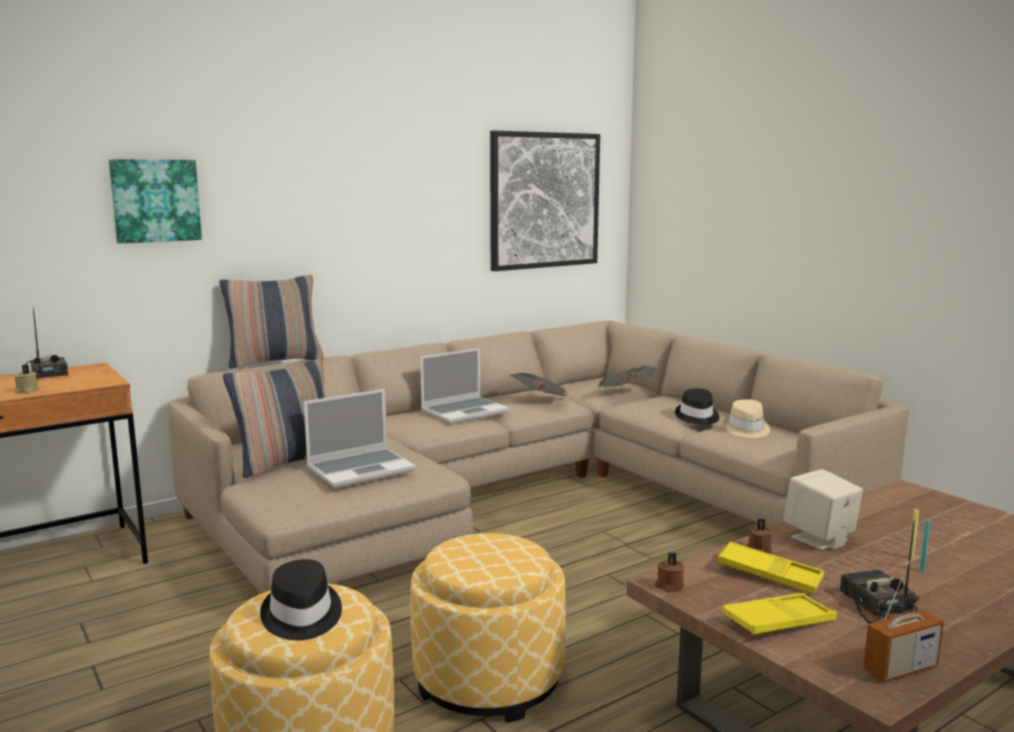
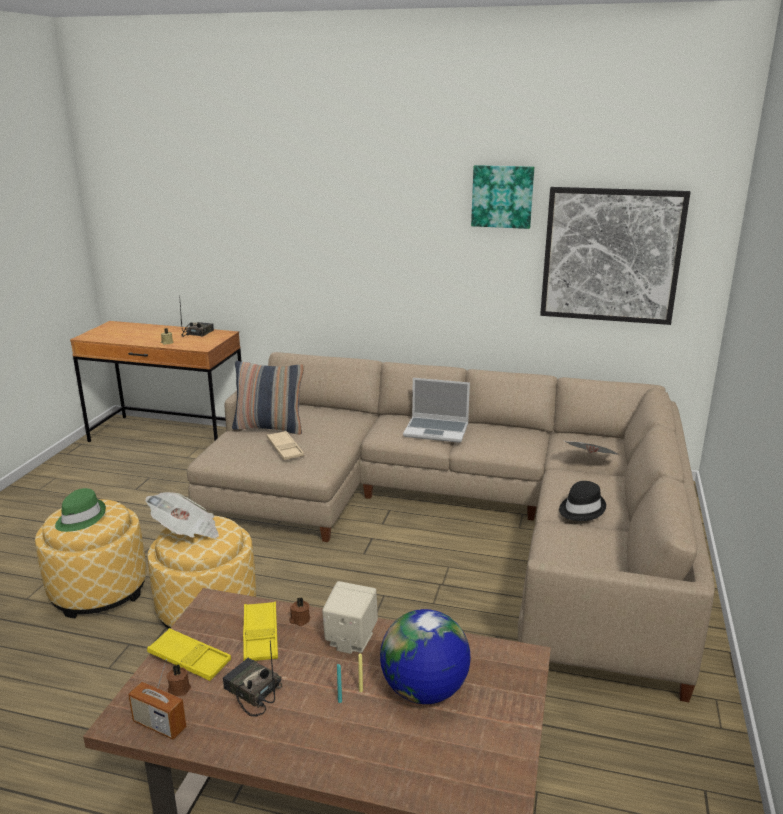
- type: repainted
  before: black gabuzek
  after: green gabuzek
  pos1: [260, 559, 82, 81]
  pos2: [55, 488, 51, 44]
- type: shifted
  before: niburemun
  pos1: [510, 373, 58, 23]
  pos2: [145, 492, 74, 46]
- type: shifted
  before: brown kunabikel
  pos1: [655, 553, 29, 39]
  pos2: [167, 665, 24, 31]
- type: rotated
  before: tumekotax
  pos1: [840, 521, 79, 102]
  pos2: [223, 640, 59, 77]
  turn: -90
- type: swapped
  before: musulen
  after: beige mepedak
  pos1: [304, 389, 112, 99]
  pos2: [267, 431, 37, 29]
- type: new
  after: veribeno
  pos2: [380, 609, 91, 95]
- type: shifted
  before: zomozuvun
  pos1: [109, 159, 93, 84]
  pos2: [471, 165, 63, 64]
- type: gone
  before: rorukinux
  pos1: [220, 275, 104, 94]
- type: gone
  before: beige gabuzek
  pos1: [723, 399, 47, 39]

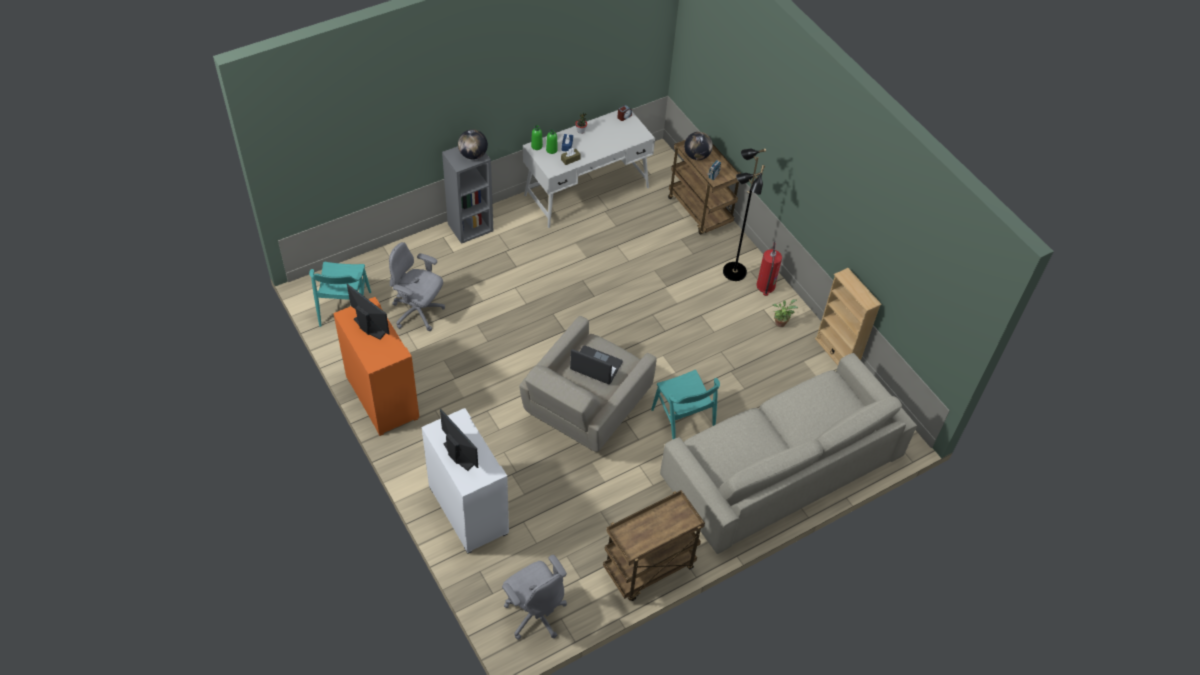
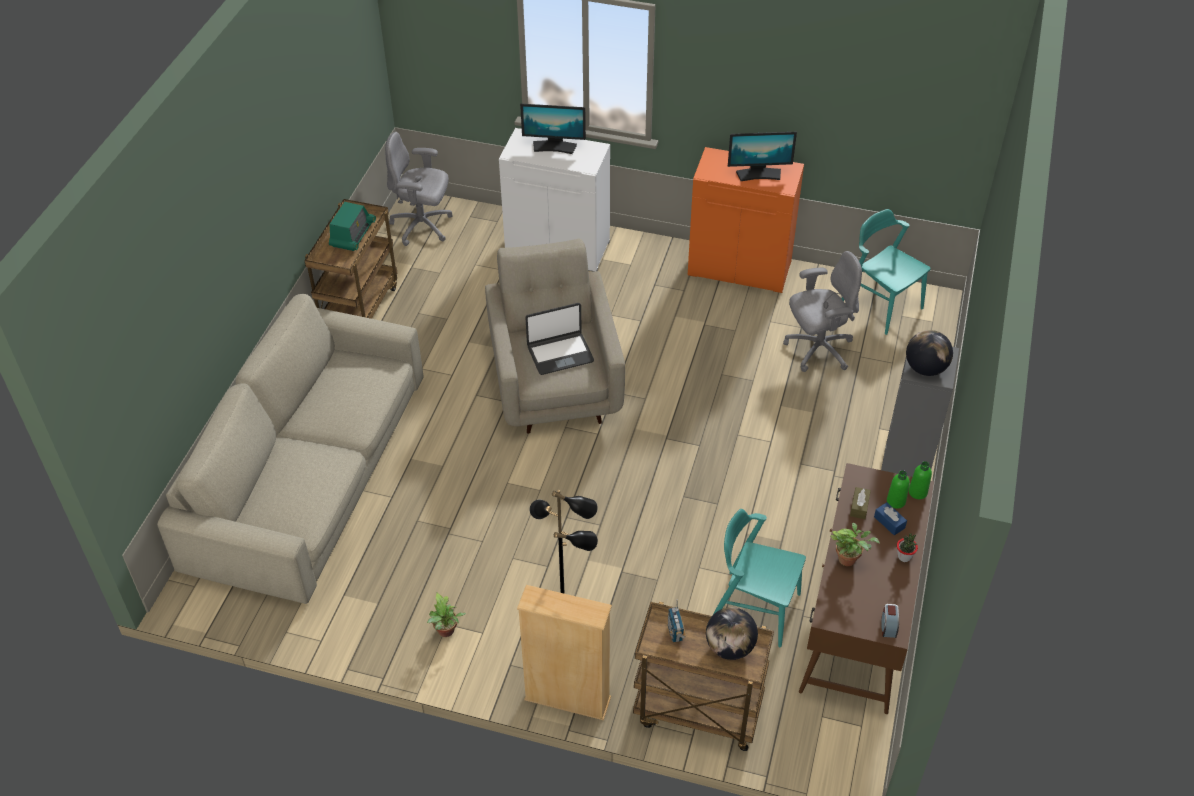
- type: new
  after: tumekotax
  pos2: [329, 202, 47, 49]
- type: shifted
  before: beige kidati
  pos1: [815, 268, 66, 97]
  pos2: [517, 585, 95, 135]
- type: shifted
  before: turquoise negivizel
  pos1: [651, 370, 69, 70]
  pos2: [712, 509, 94, 138]
- type: repainted
  before: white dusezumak
  after: brown dusezumak
  pos1: [523, 110, 132, 118]
  pos2: [799, 463, 135, 251]
- type: new
  after: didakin
  pos2: [830, 523, 50, 43]
- type: gone
  before: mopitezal
  pos1: [756, 241, 26, 55]

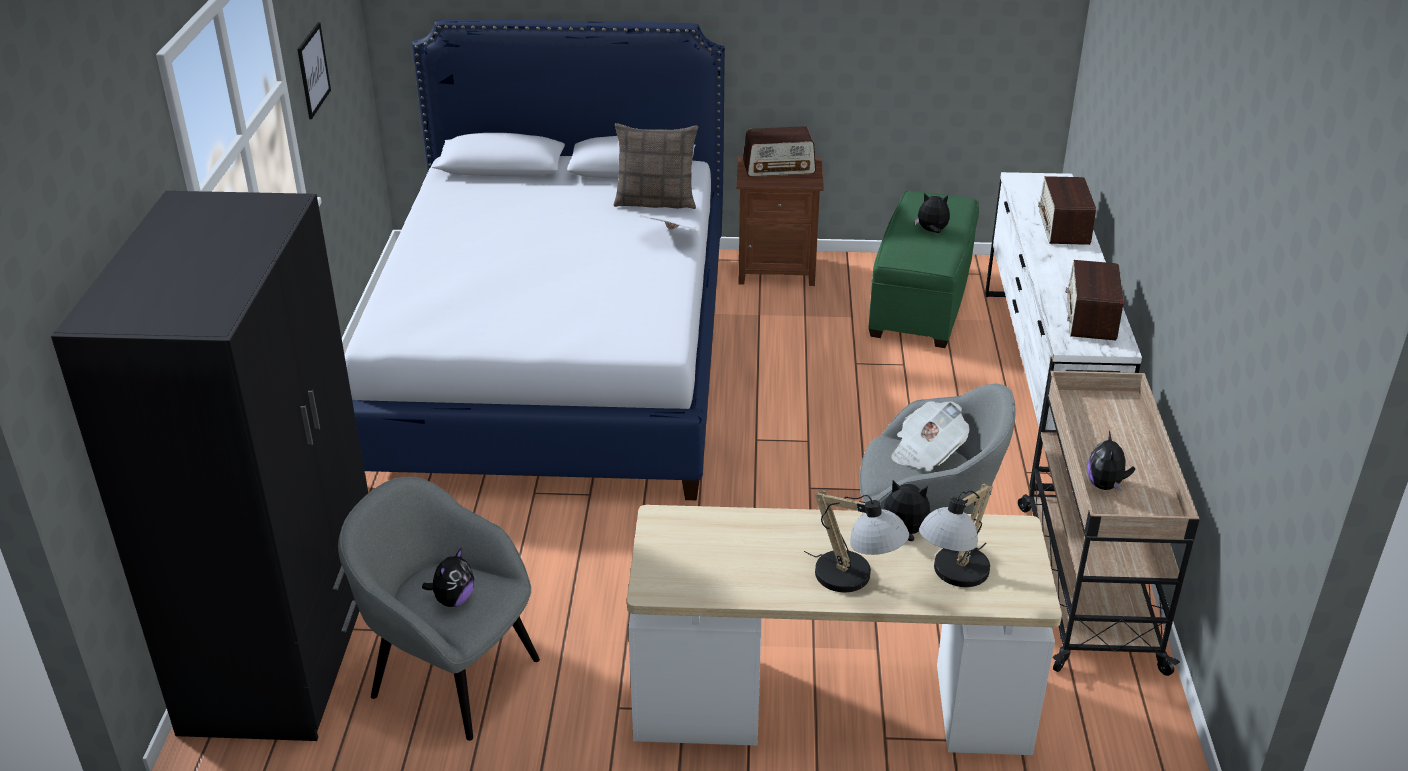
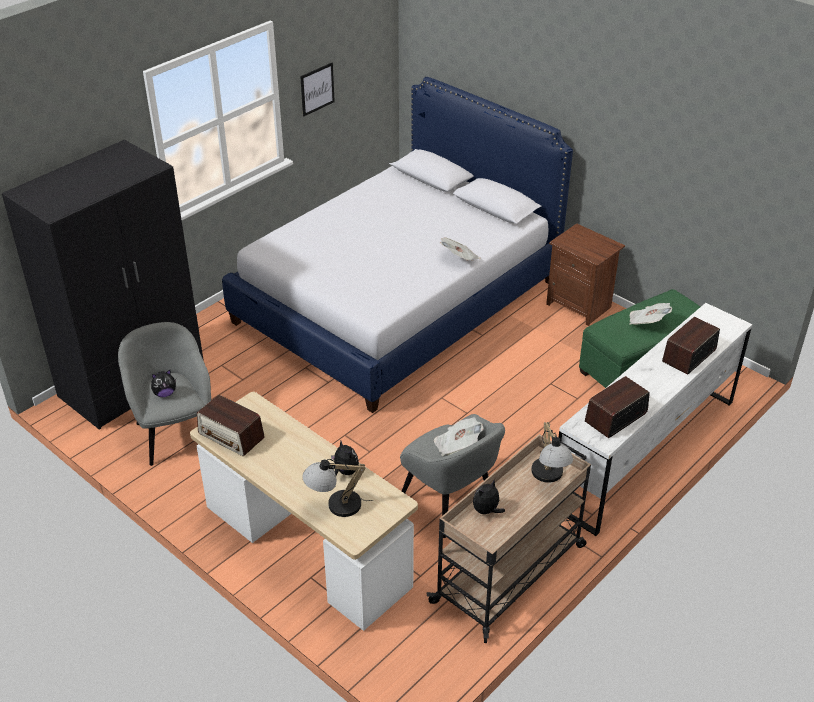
- type: shifted
  before: tumekotax
  pos1: [743, 126, 73, 51]
  pos2: [197, 395, 68, 61]
- type: shifted
  before: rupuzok
  pos1: [804, 490, 105, 102]
  pos2: [531, 422, 42, 61]
- type: swapped
  before: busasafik
  after: niburemun
  pos1: [914, 193, 36, 40]
  pos2: [629, 303, 43, 22]
- type: gone
  before: rorukinux
  pos1: [613, 123, 85, 86]

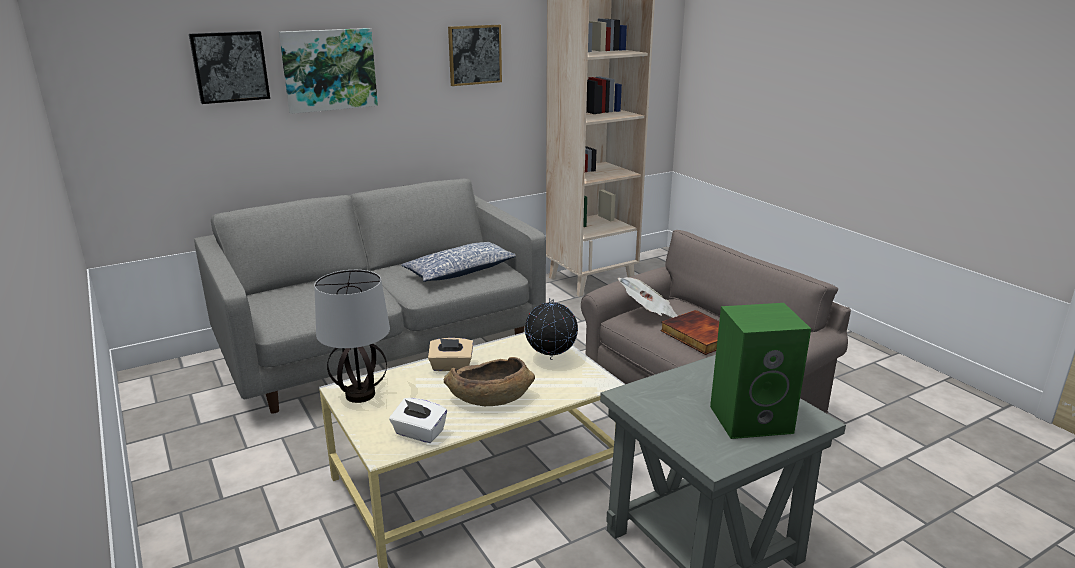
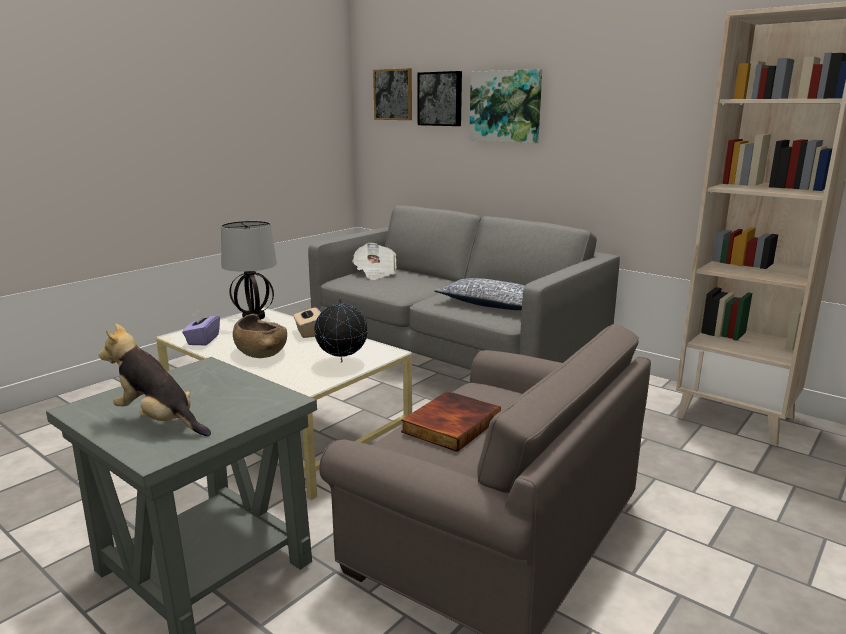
- type: swapped
  before: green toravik
  after: busasafik
  pos1: [710, 303, 101, 136]
  pos2: [99, 324, 112, 112]
- type: repainted
  before: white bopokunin
  after: purple bopokunin
  pos1: [389, 398, 58, 45]
  pos2: [182, 309, 38, 36]
- type: shifted
  before: niburemun
  pos1: [618, 277, 60, 41]
  pos2: [352, 243, 44, 37]
- type: shifted
  before: zomozuvun
  pos1: [448, 25, 54, 61]
  pos2: [373, 68, 39, 52]

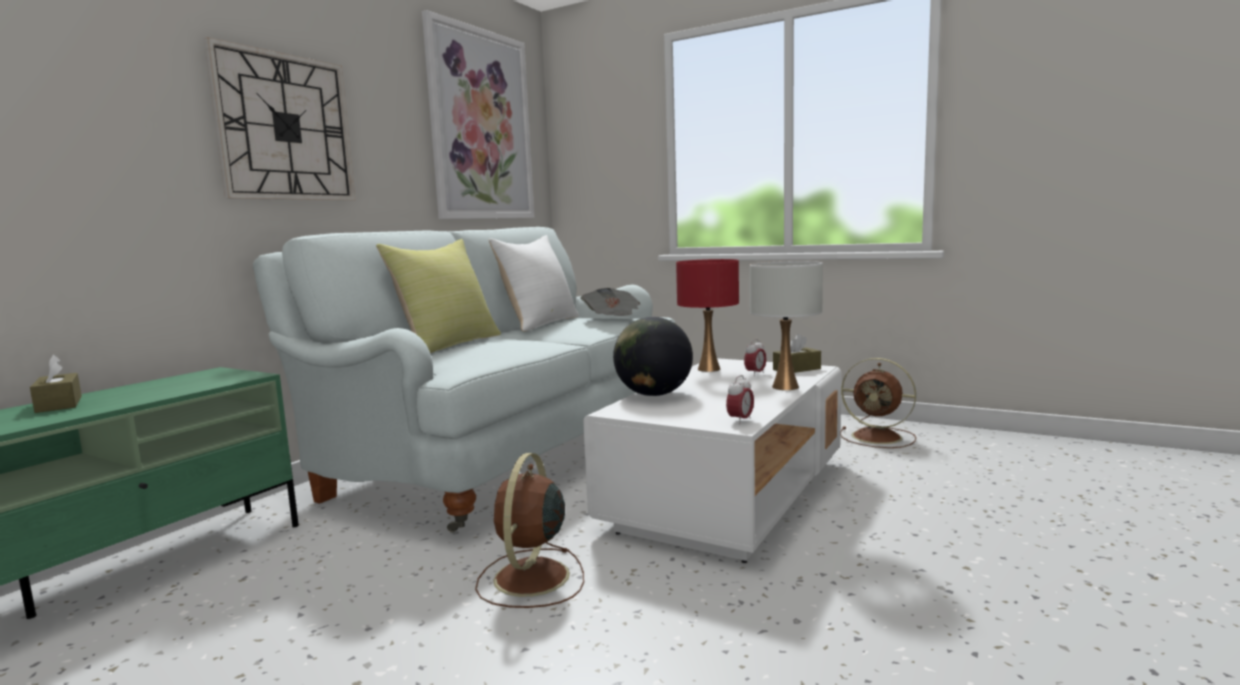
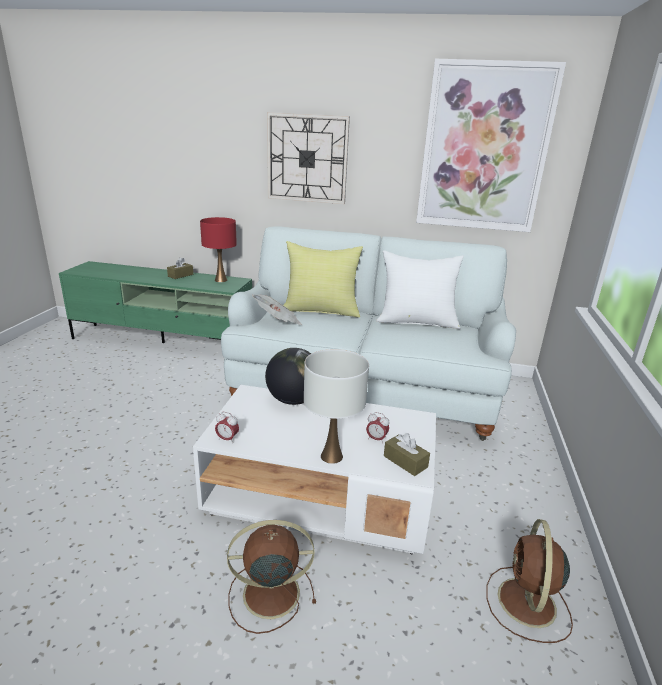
- type: shifted
  before: red rupuzok
  pos1: [676, 259, 63, 113]
  pos2: [200, 217, 37, 65]
- type: shifted
  before: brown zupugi
  pos1: [475, 453, 109, 155]
  pos2: [227, 520, 89, 114]
- type: shifted
  before: niburemun
  pos1: [581, 288, 59, 28]
  pos2: [252, 294, 50, 31]

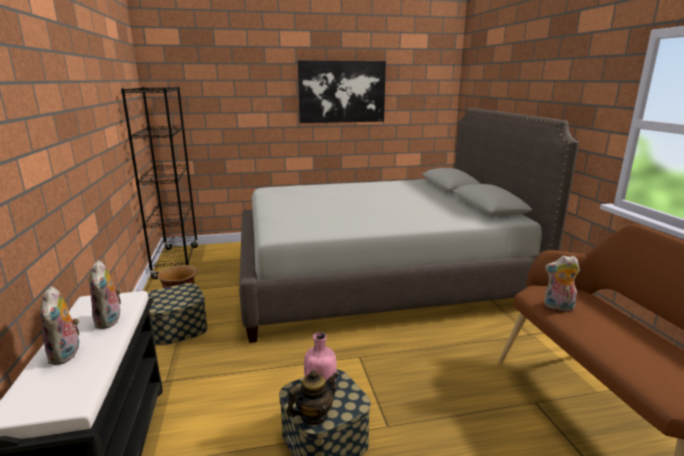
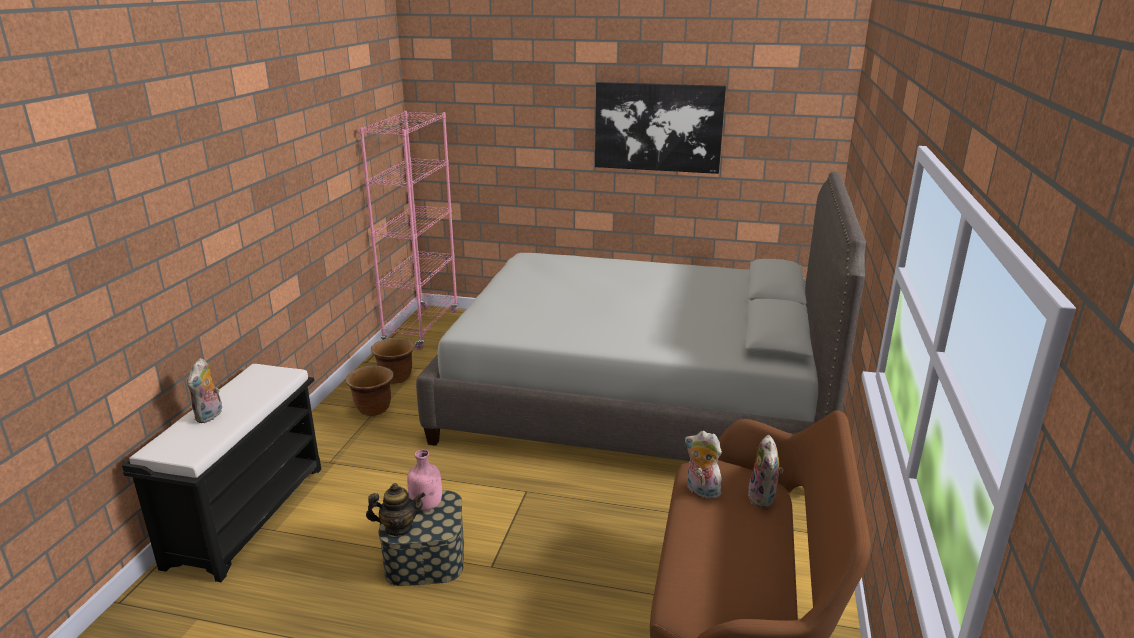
- type: swapped
  before: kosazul
  after: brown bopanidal
  pos1: [148, 283, 60, 62]
  pos2: [346, 366, 48, 50]
- type: repainted
  before: black kidati
  after: pink kidati
  pos1: [121, 87, 77, 192]
  pos2: [359, 111, 100, 239]
- type: shifted
  before: busasafik
  pos1: [89, 260, 33, 69]
  pos2: [747, 435, 37, 72]

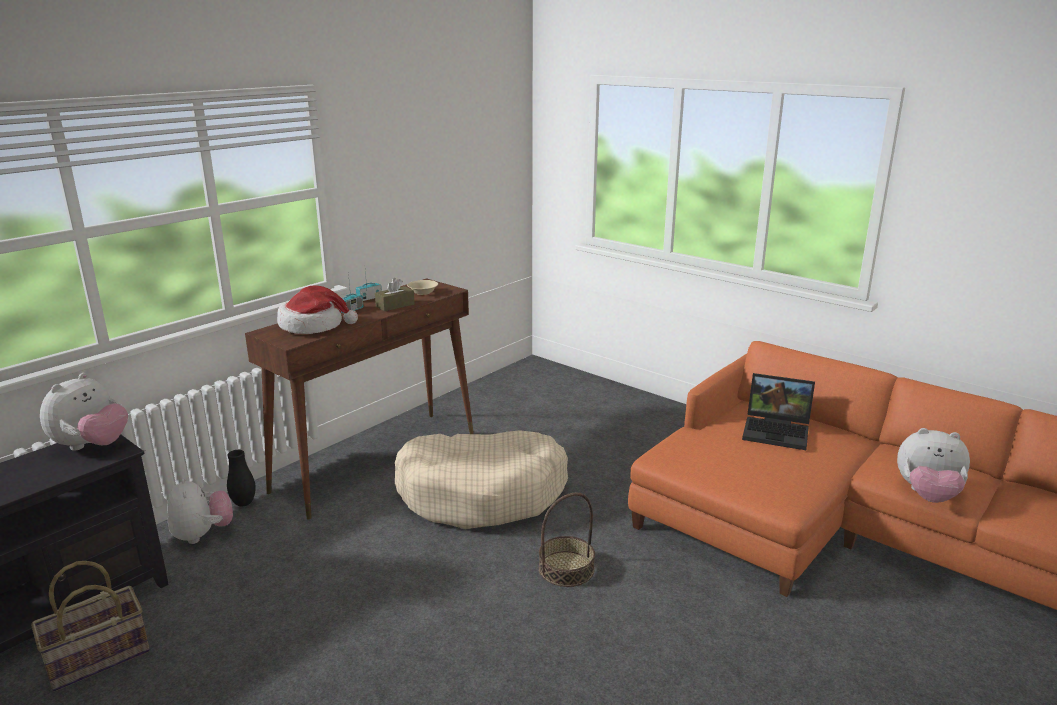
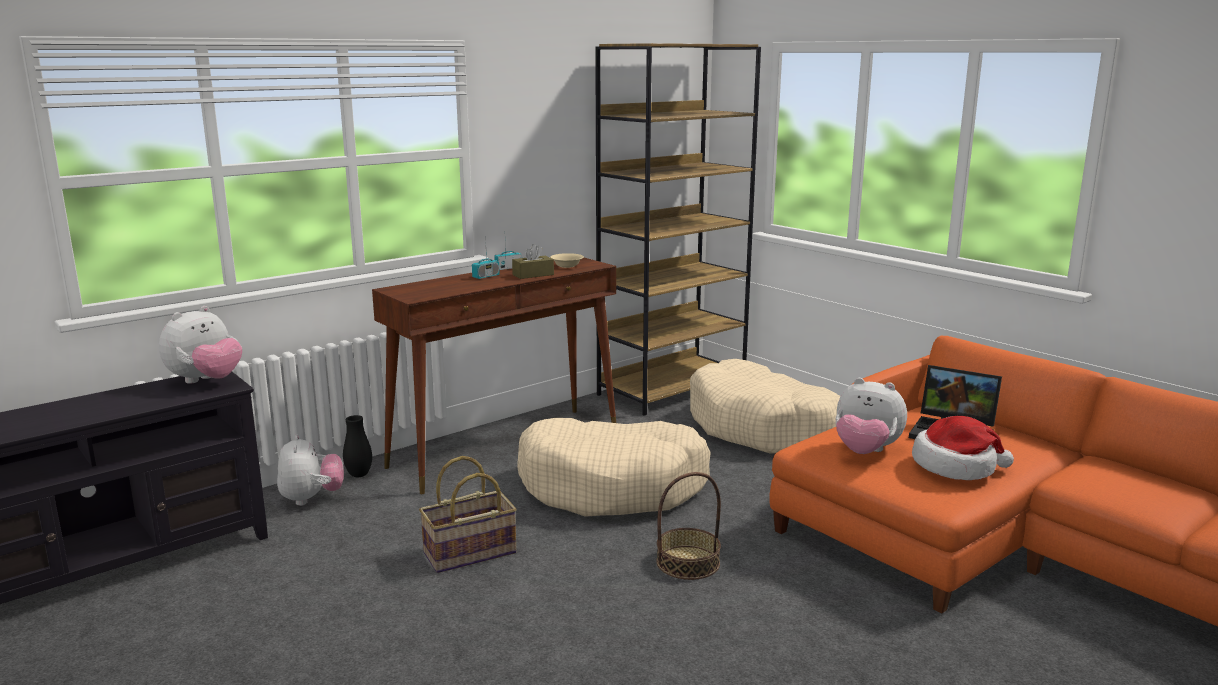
- type: shifted
  before: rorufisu
  pos1: [31, 561, 119, 130]
  pos2: [419, 456, 98, 117]
- type: new
  after: brown kidati
  pos2: [595, 43, 166, 373]
- type: new
  after: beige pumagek
  pos2: [690, 359, 151, 95]
- type: shifted
  before: busasafik
  pos1: [897, 428, 73, 75]
  pos2: [835, 378, 72, 76]
- type: shifted
  before: gabuzek
  pos1: [277, 285, 81, 49]
  pos2: [912, 416, 102, 64]

